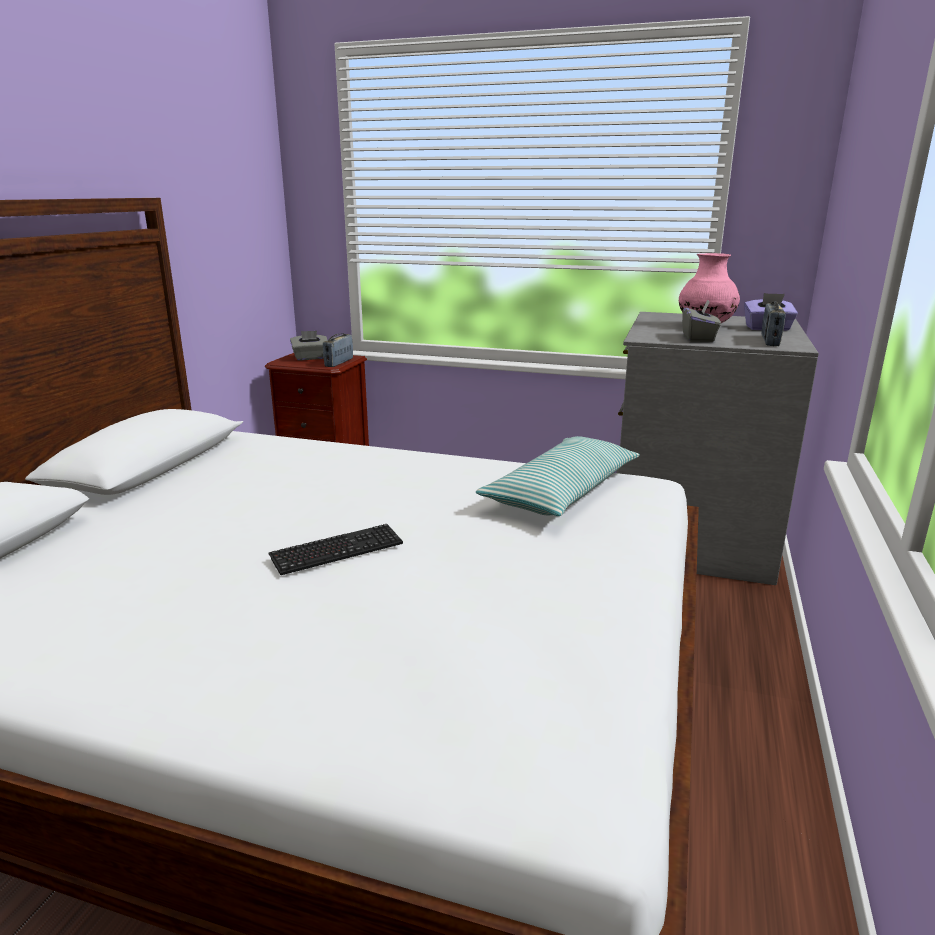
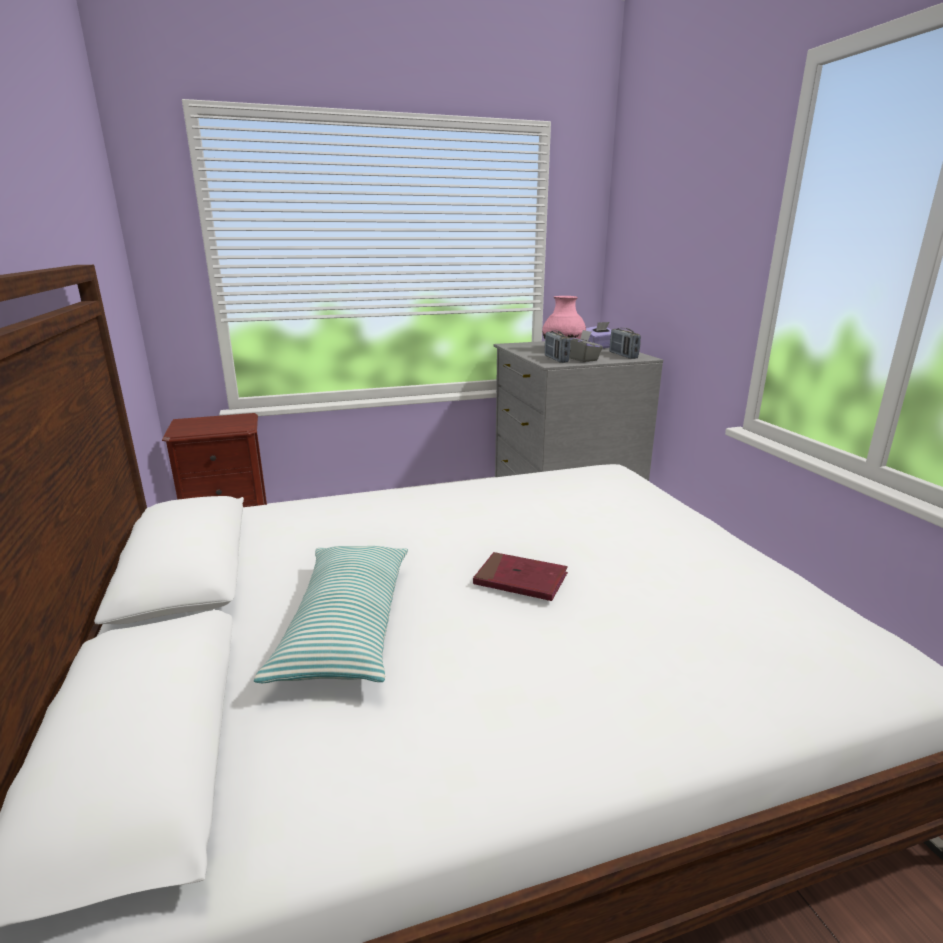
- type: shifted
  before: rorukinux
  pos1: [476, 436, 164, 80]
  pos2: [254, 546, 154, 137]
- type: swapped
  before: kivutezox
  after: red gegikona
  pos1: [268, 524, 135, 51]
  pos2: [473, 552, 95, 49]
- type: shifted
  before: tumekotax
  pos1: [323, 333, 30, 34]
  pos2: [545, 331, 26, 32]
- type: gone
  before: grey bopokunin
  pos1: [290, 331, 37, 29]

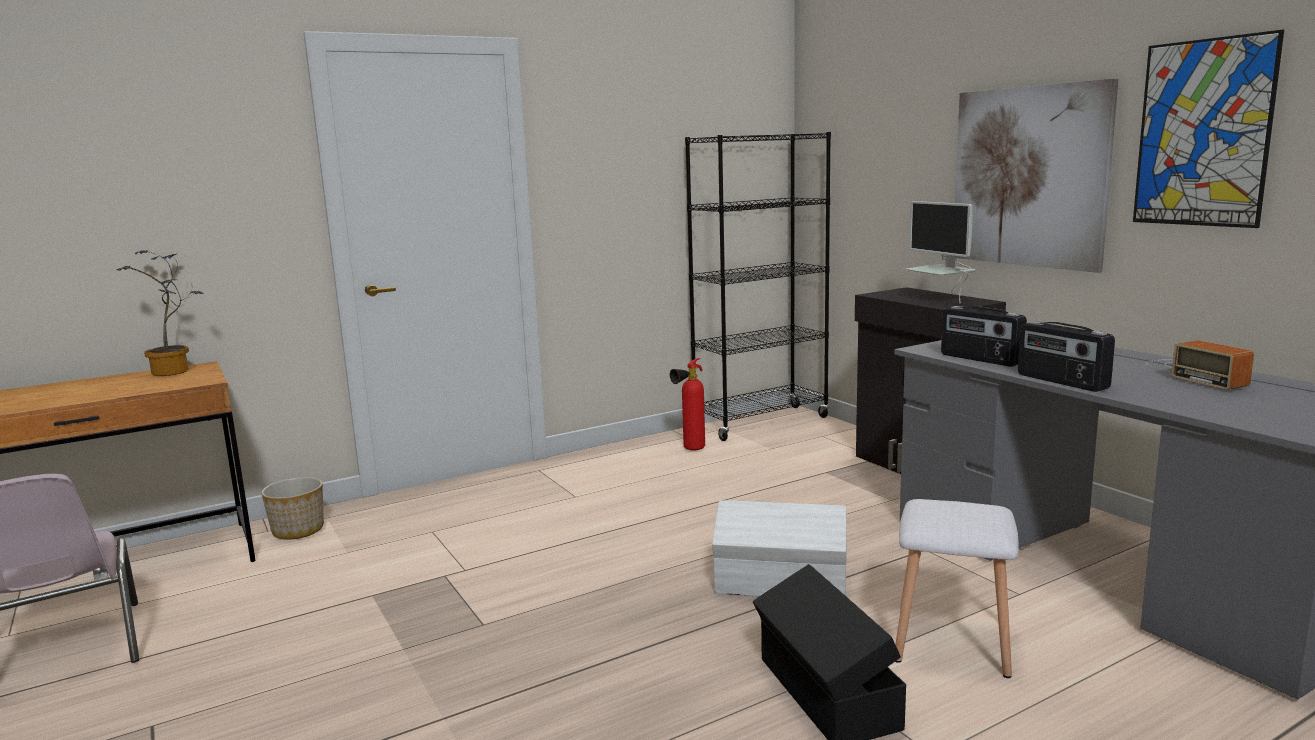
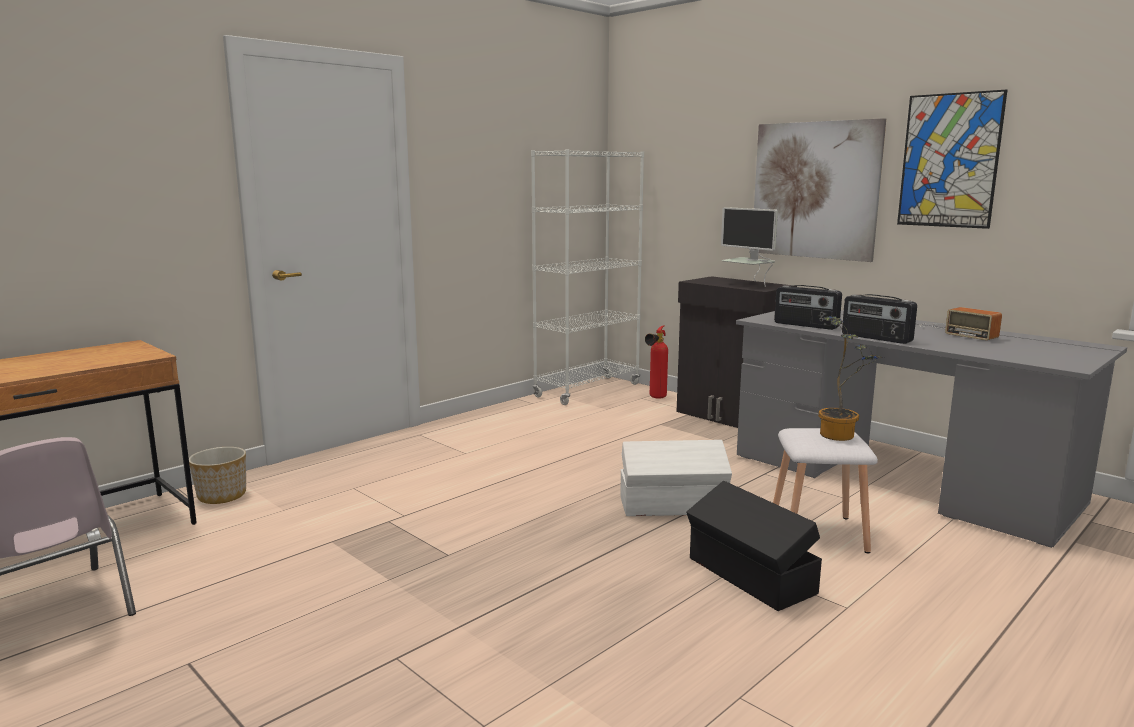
- type: repainted
  before: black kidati
  after: white kidati
  pos1: [685, 132, 146, 309]
  pos2: [531, 149, 113, 256]
- type: shifted
  before: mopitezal
  pos1: [670, 358, 35, 93]
  pos2: [645, 326, 23, 73]
- type: shifted
  before: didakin
  pos1: [117, 250, 87, 126]
  pos2: [818, 316, 66, 125]

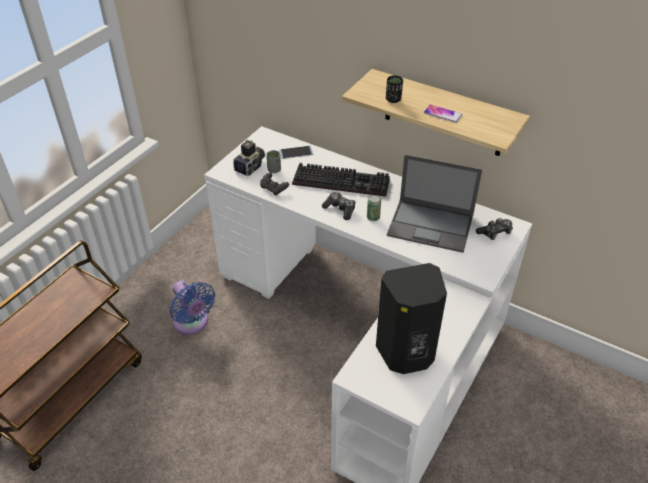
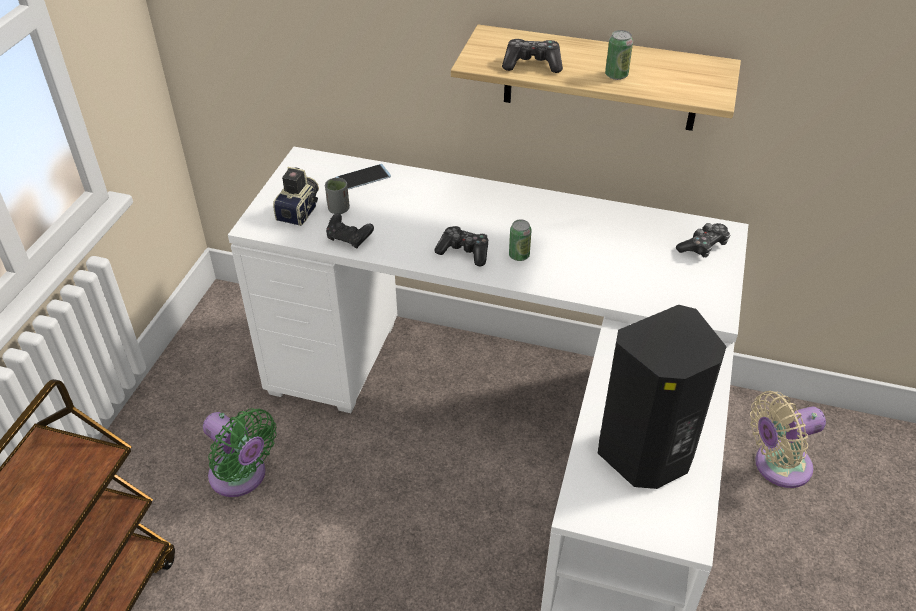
- type: repainted
  before: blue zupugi
  after: green zupugi
  pos1: [170, 280, 45, 55]
  pos2: [203, 408, 74, 89]
- type: swapped
  before: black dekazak
  after: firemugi
  pos1: [386, 75, 17, 28]
  pos2: [502, 39, 61, 34]
- type: swapped
  before: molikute
  after: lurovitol
  pos1: [424, 105, 38, 18]
  pos2: [605, 30, 28, 50]
- type: new
  after: beige zupugi
  pos2: [750, 391, 76, 97]
- type: gone
  before: kivutezox
  pos1: [292, 163, 98, 34]
- type: gone
  before: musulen
  pos1: [387, 155, 95, 98]

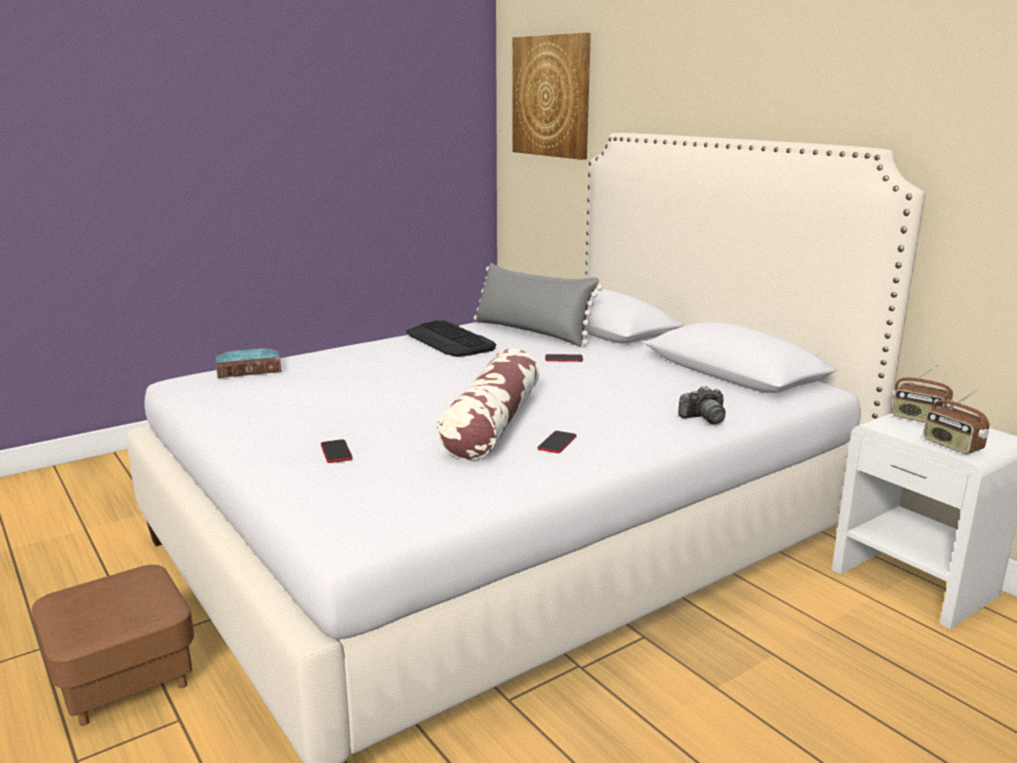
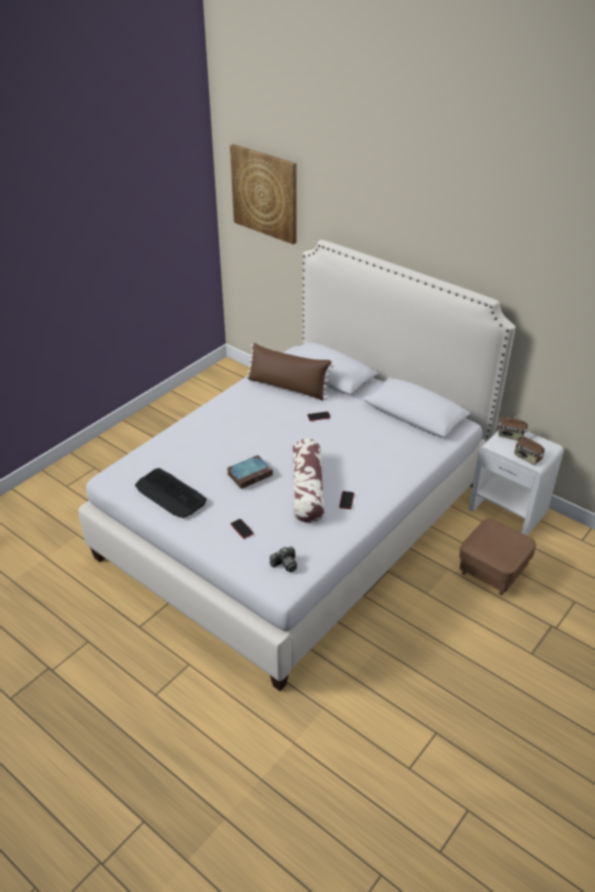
- type: shifted
  before: kivutezox
  pos1: [406, 320, 90, 37]
  pos2: [135, 468, 72, 50]
- type: shifted
  before: gegikona
  pos1: [216, 347, 65, 31]
  pos2: [227, 455, 46, 34]
- type: repainted
  before: grey rorukinux
  after: brown rorukinux
  pos1: [474, 263, 129, 83]
  pos2: [246, 343, 88, 57]
- type: shifted
  before: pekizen
  pos1: [678, 386, 47, 38]
  pos2: [270, 546, 27, 26]
- type: shifted
  before: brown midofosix
  pos1: [32, 565, 162, 161]
  pos2: [459, 519, 77, 76]

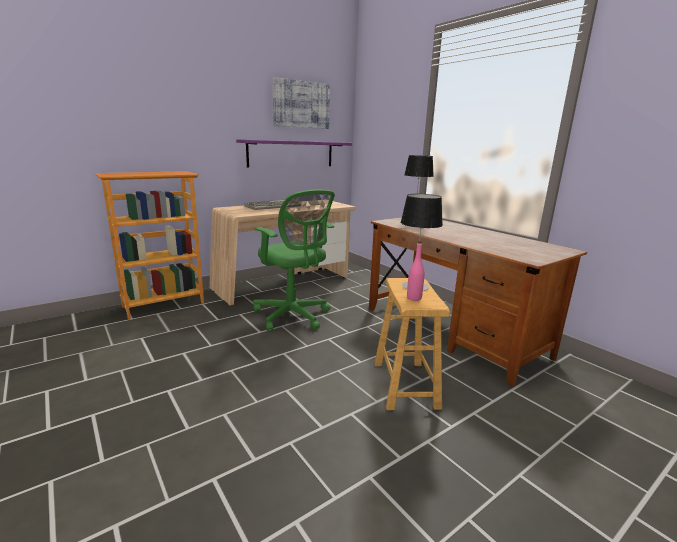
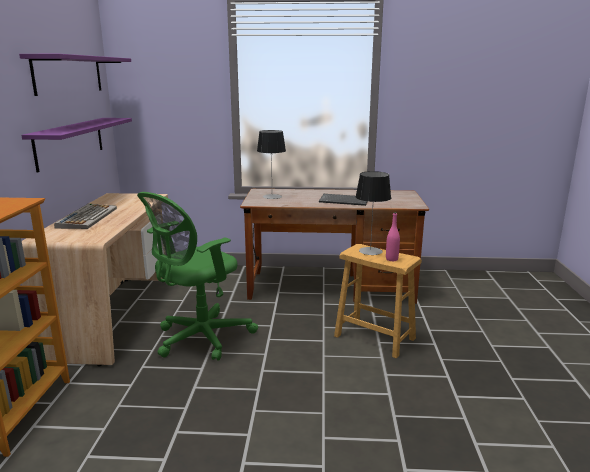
- type: swapped
  before: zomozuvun
  after: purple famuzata
  pos1: [272, 77, 58, 52]
  pos2: [19, 54, 112, 42]
- type: rotated
  before: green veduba
  pos1: [253, 189, 82, 142]
  pos2: [137, 192, 121, 169]
  turn: 135
- type: new
  after: kivutezox
  pos2: [319, 194, 49, 12]

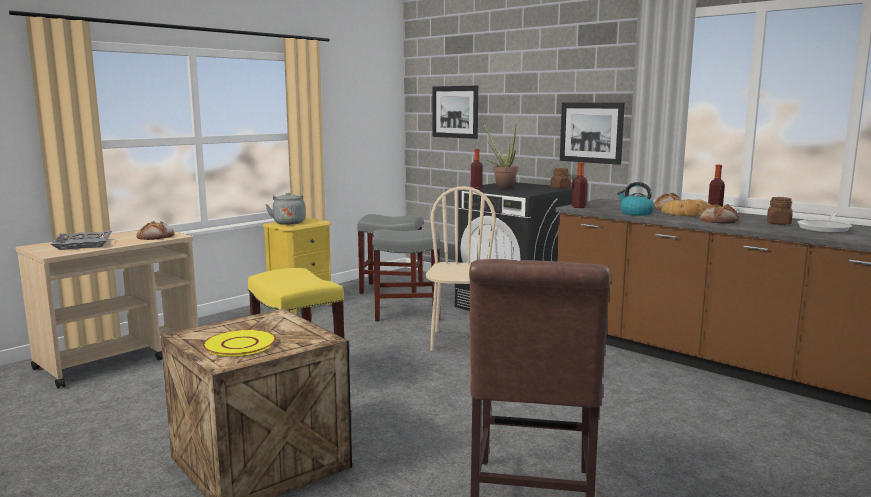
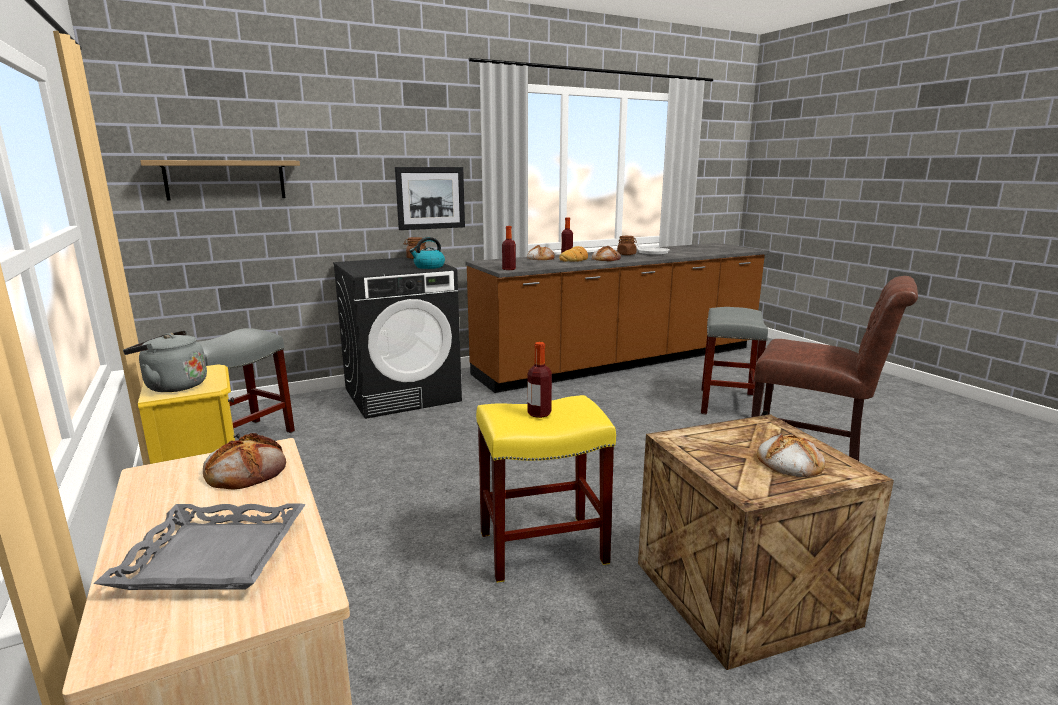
- type: swapped
  before: zomozuvun
  after: famuzata
  pos1: [433, 86, 45, 53]
  pos2: [140, 160, 160, 41]
- type: shifted
  before: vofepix
  pos1: [617, 182, 38, 34]
  pos2: [409, 237, 36, 32]
- type: shifted
  before: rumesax
  pos1: [470, 149, 13, 40]
  pos2: [527, 342, 25, 76]
- type: shifted
  before: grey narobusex
  pos1: [372, 229, 69, 93]
  pos2: [701, 307, 67, 109]
- type: swapped
  before: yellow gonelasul
  after: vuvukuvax
  pos1: [202, 330, 74, 26]
  pos2: [757, 433, 68, 44]
- type: gone
  before: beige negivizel
  pos1: [426, 186, 70, 165]
- type: gone
  before: didakin
  pos1: [482, 122, 36, 67]

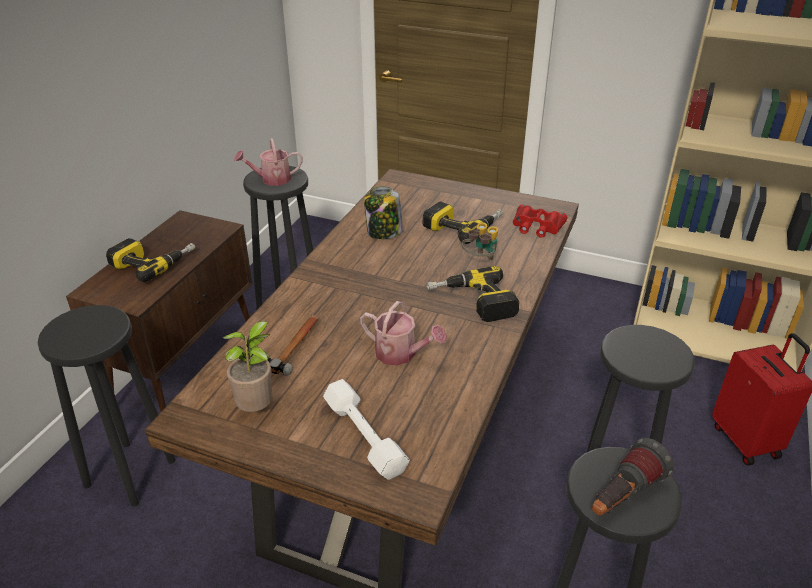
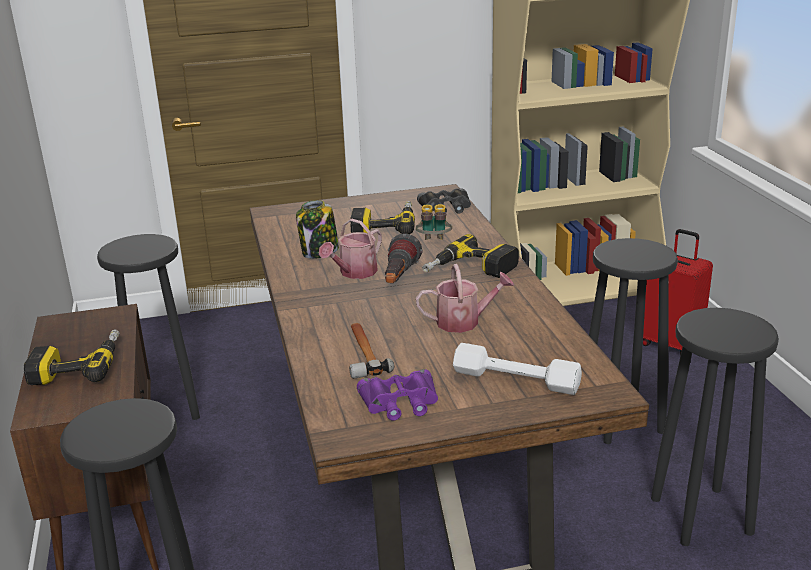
- type: shifted
  before: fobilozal
  pos1: [234, 138, 69, 48]
  pos2: [319, 219, 63, 60]
- type: swapped
  before: didakin
  after: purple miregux
  pos1: [223, 321, 50, 91]
  pos2: [357, 369, 81, 52]
- type: shifted
  before: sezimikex
  pos1: [592, 438, 82, 78]
  pos2: [385, 233, 37, 50]
- type: repainted
  before: red miregux
  after: black miregux
  pos1: [513, 204, 54, 34]
  pos2: [417, 188, 54, 26]

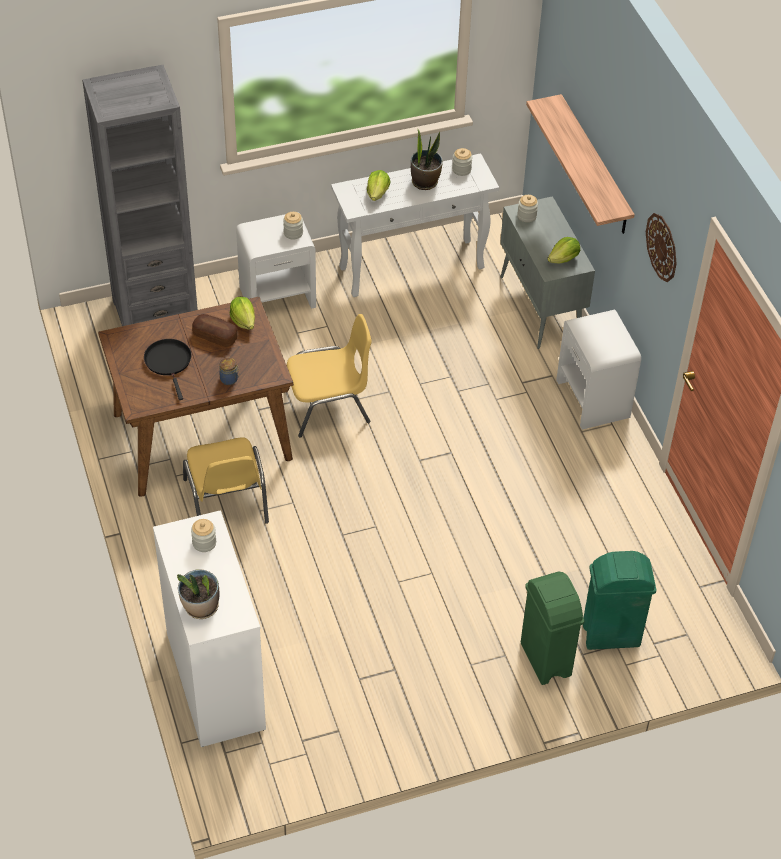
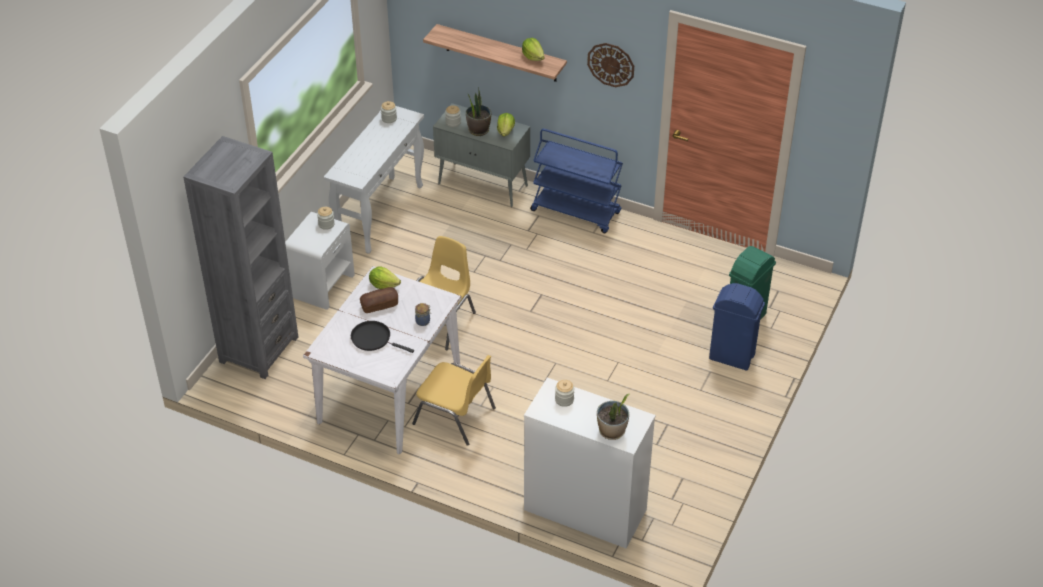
- type: repainted
  before: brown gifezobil
  after: white gifezobil
  pos1: [98, 297, 195, 200]
  pos2: [303, 266, 159, 188]
- type: shifted
  before: didakin
  pos1: [411, 128, 32, 62]
  pos2: [466, 87, 25, 49]
- type: shifted
  before: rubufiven
  pos1: [367, 170, 23, 31]
  pos2: [522, 38, 23, 23]
- type: swapped
  before: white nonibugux
  after: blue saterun
  pos1: [556, 310, 85, 120]
  pos2: [530, 129, 93, 104]
- type: repainted
  before: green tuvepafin
  after: blue tuvepafin
  pos1: [521, 572, 63, 113]
  pos2: [709, 283, 56, 87]

